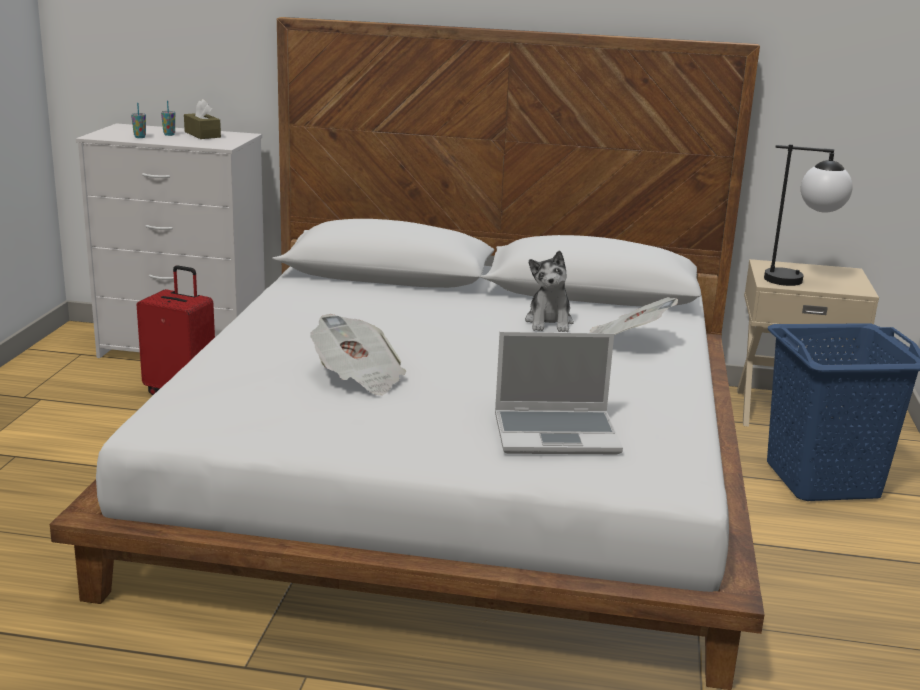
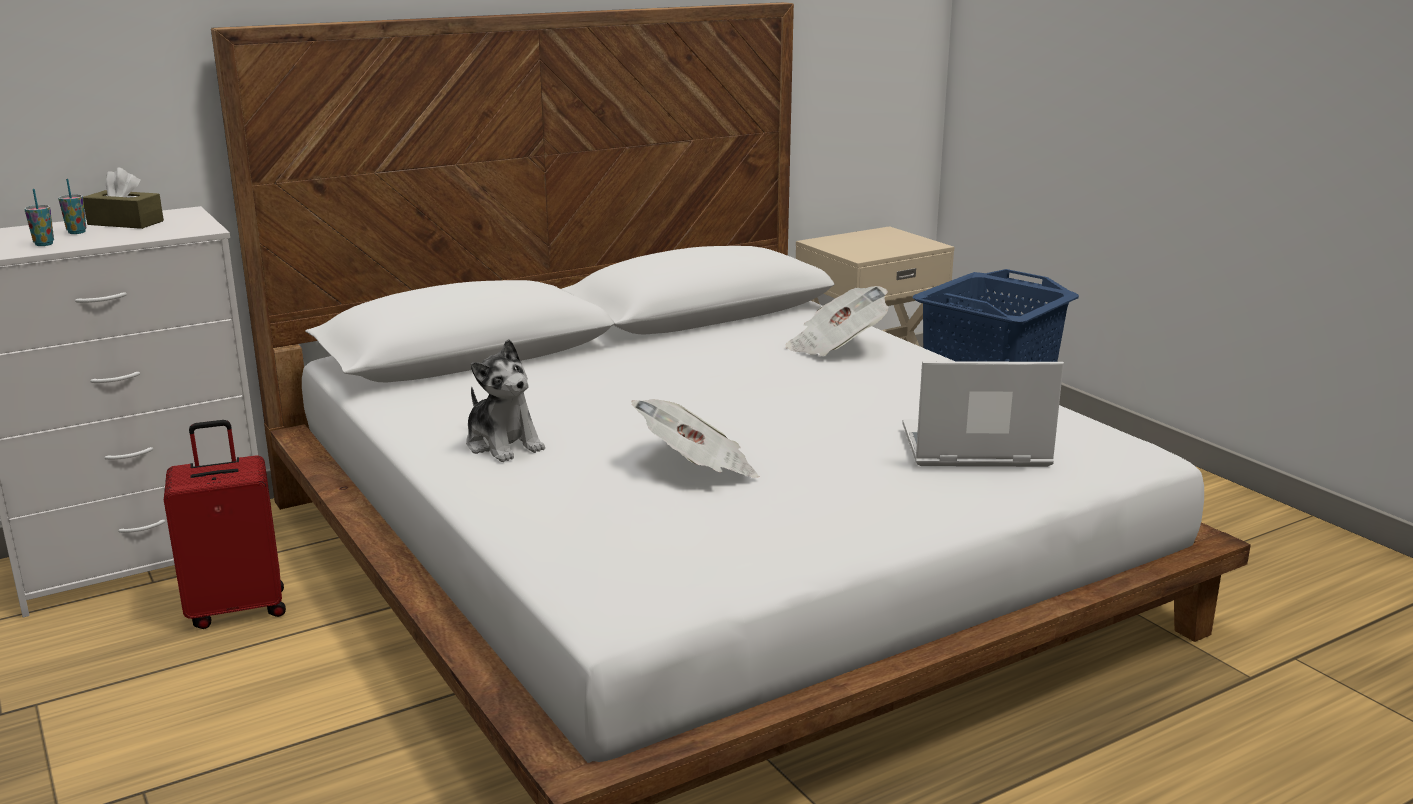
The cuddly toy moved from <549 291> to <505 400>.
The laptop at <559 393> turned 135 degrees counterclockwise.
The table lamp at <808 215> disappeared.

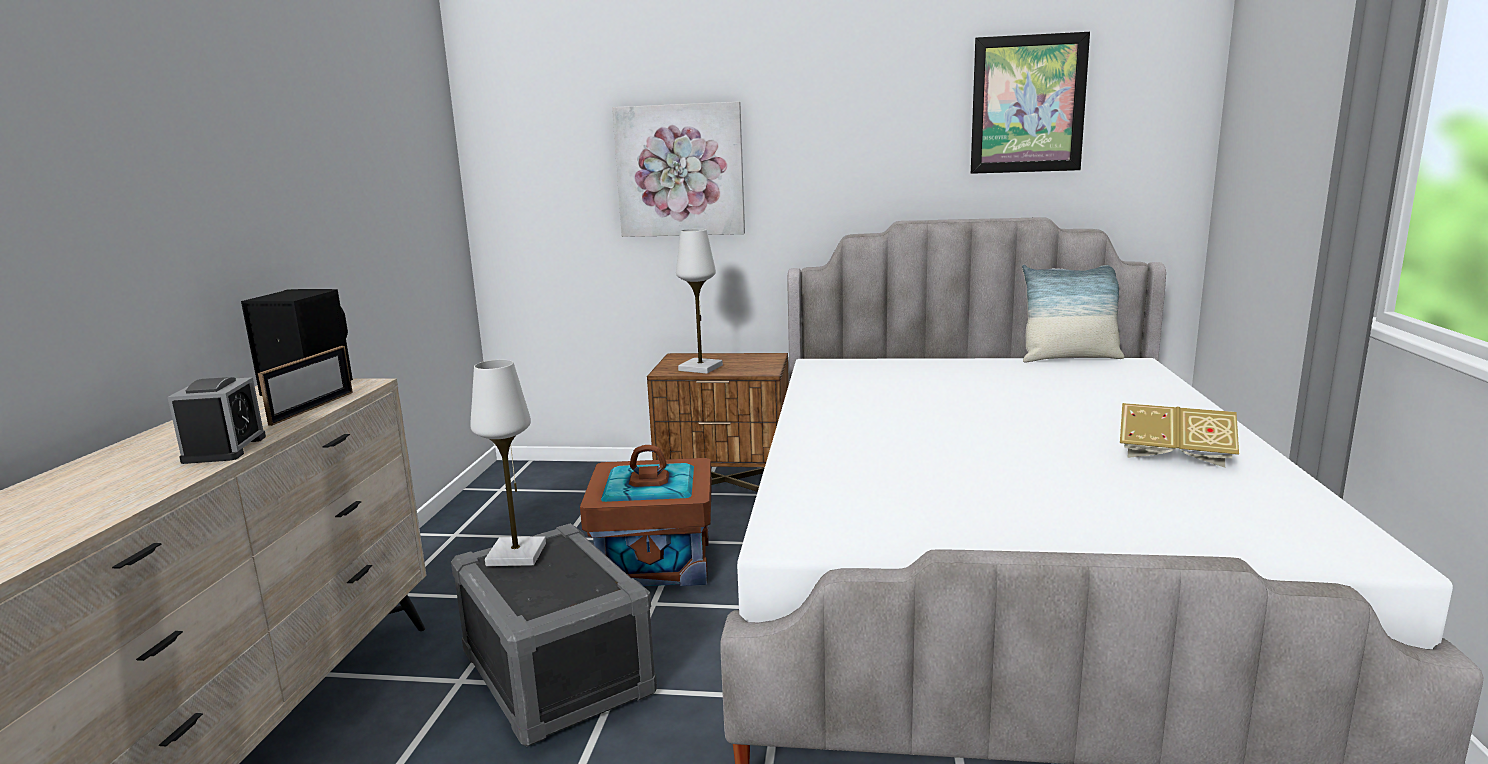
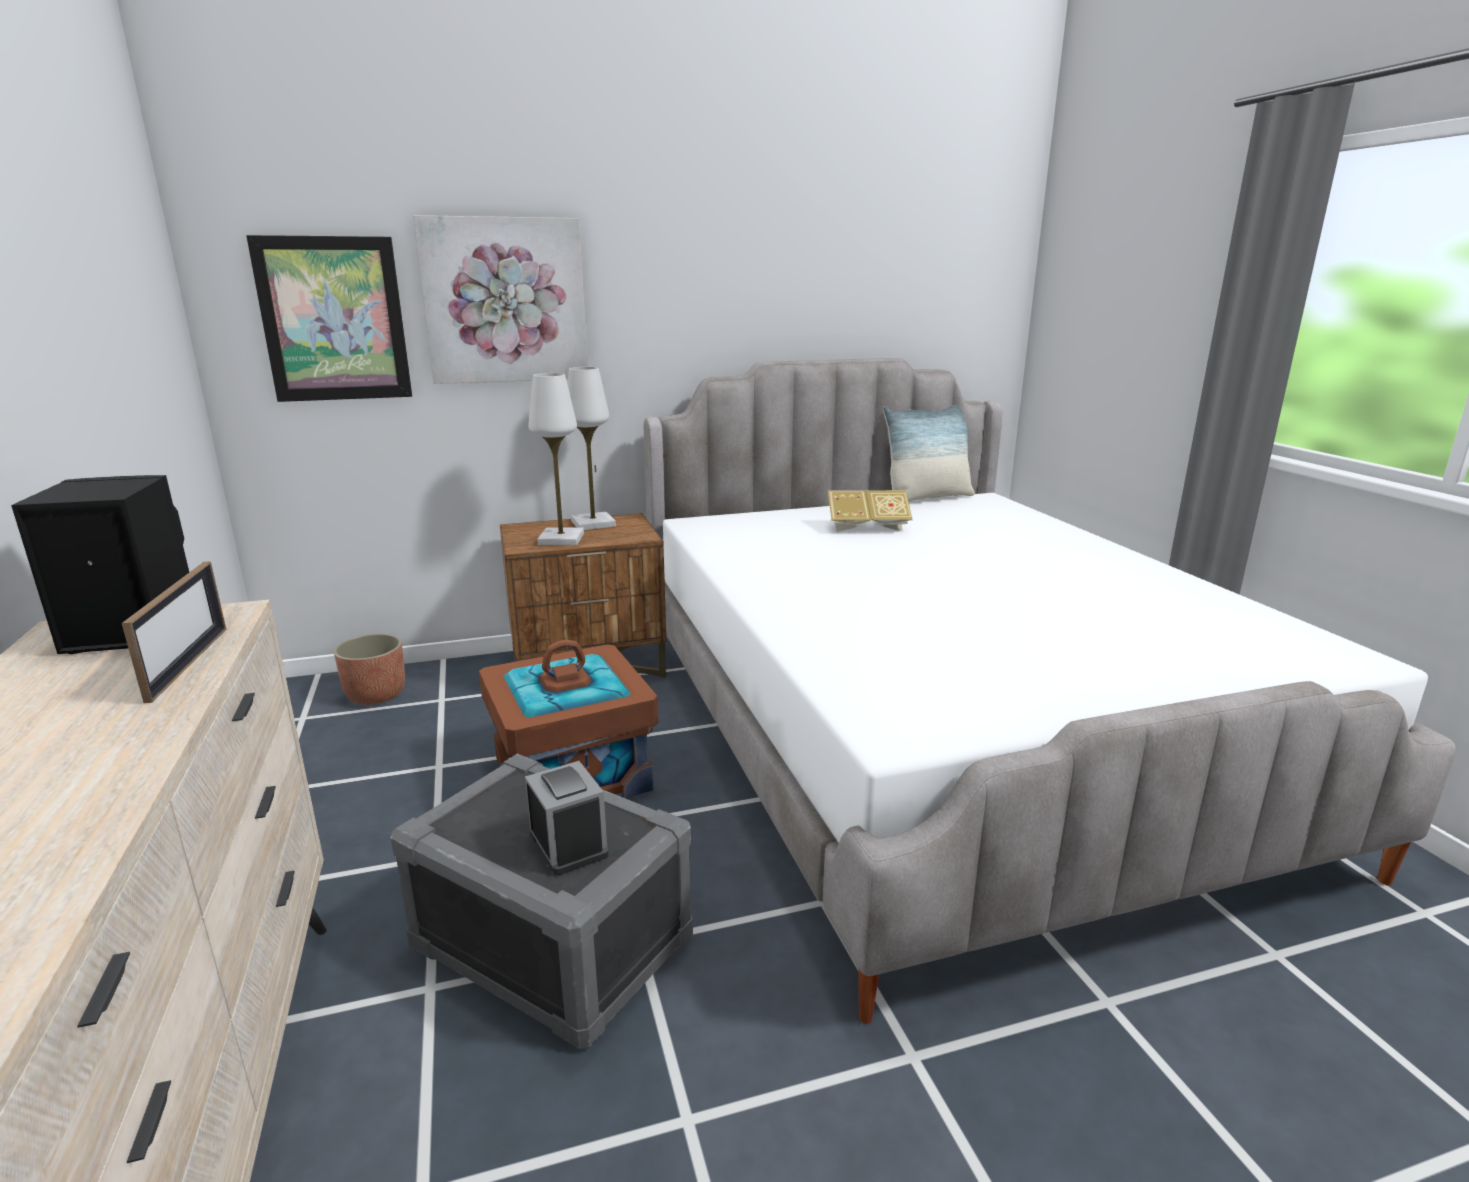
The wall art moved from <1030 103> to <329 318>.
The flower pot at <369 669> appeared.
The table clock moved from <216 420> to <567 818>.
The table lamp/whitish moved from <508 463> to <591 448>.
The book moved from <1179 435> to <870 511>.

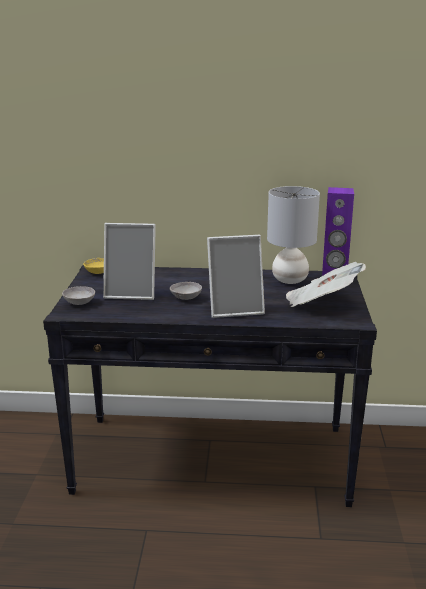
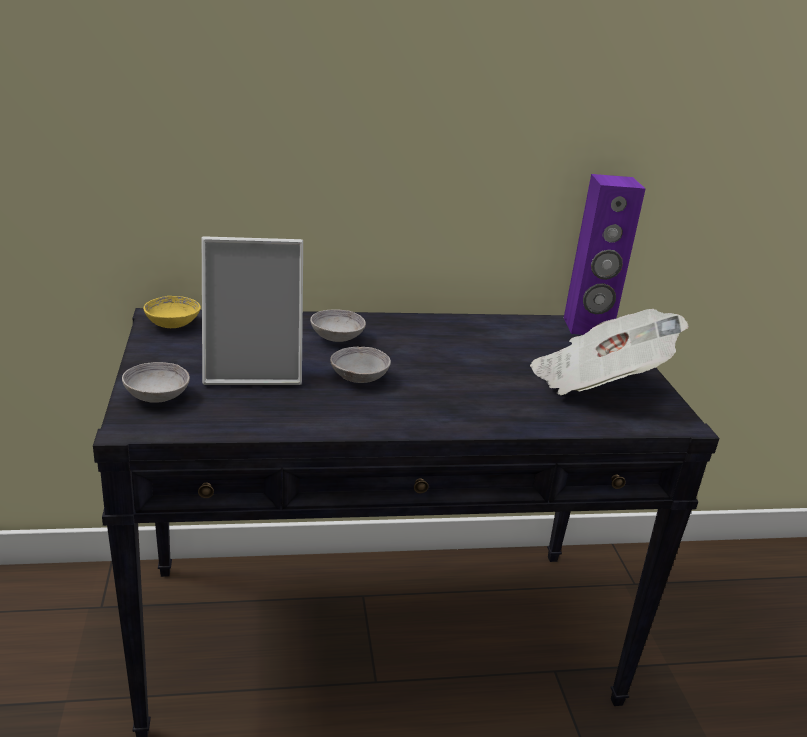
The serving bowl/grey at <338 326> appeared.
The standing frame at <236 276> disappeared.
The table lamp/grey at <293 235> disappeared.

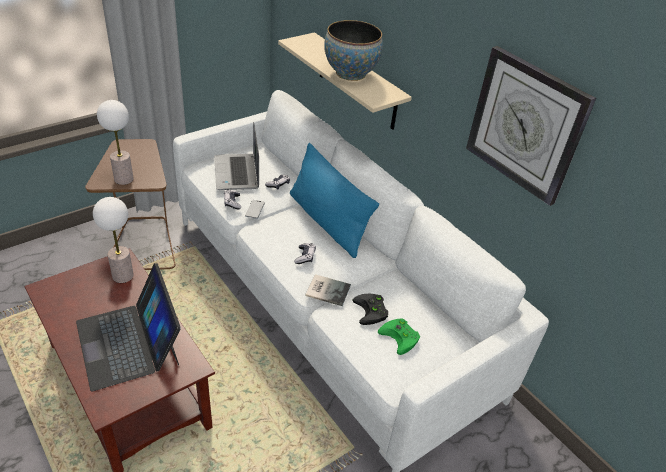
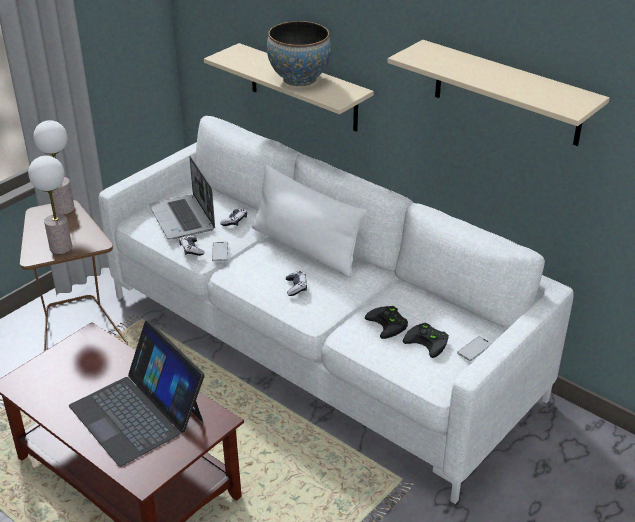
The table lamp moved from <113 240> to <53 167>.
The cushion/blue at <334 200> became the cushion/whitish at <309 221>.
The wall clock at <531 126> was replaced by the wall shelf/sand-coloured at <499 93>.
The game controller/green at <399 336> became the game controller/blackish at <426 340>.
The telephone at <474 348> appeared.
The book at <328 290> disappeared.

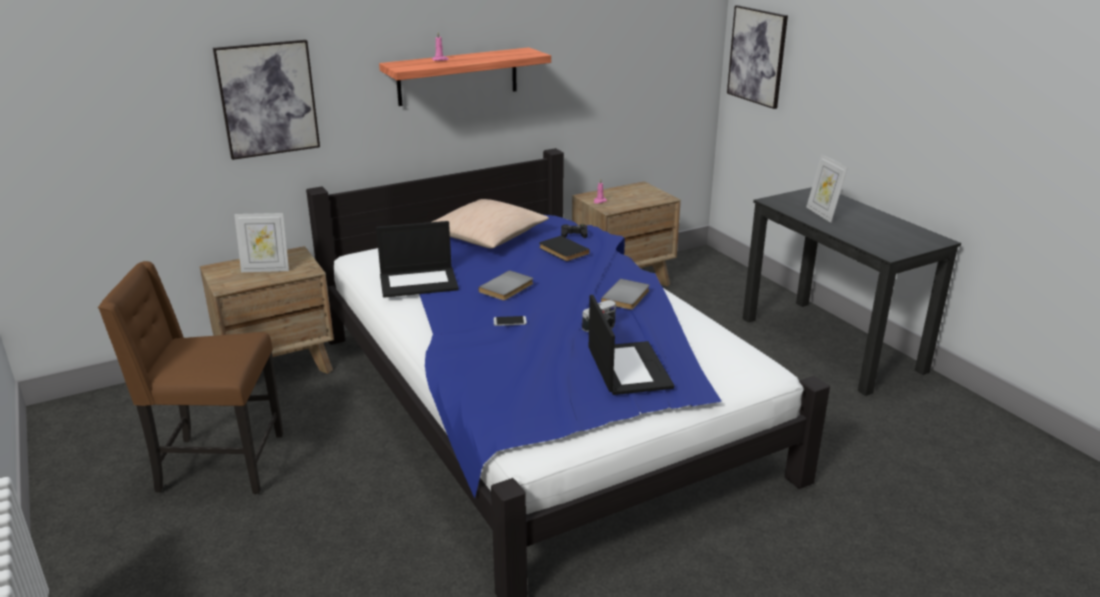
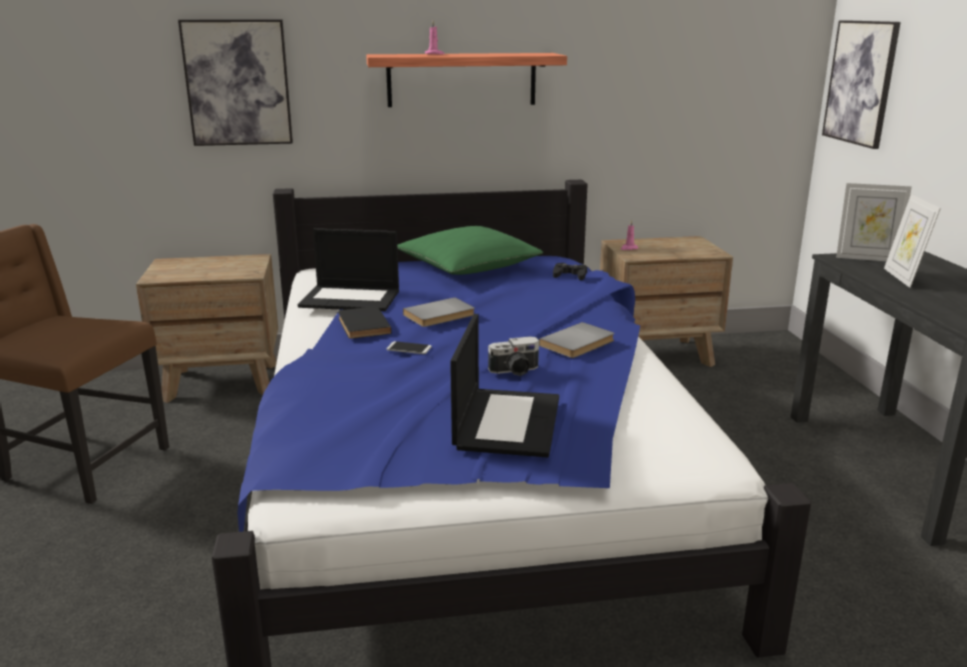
The book/blackish moved from <564 248> to <365 322>.
The cushion/sand-coloured at <490 224> became the cushion/green at <470 250>.
The standing frame moved from <261 242> to <874 222>.

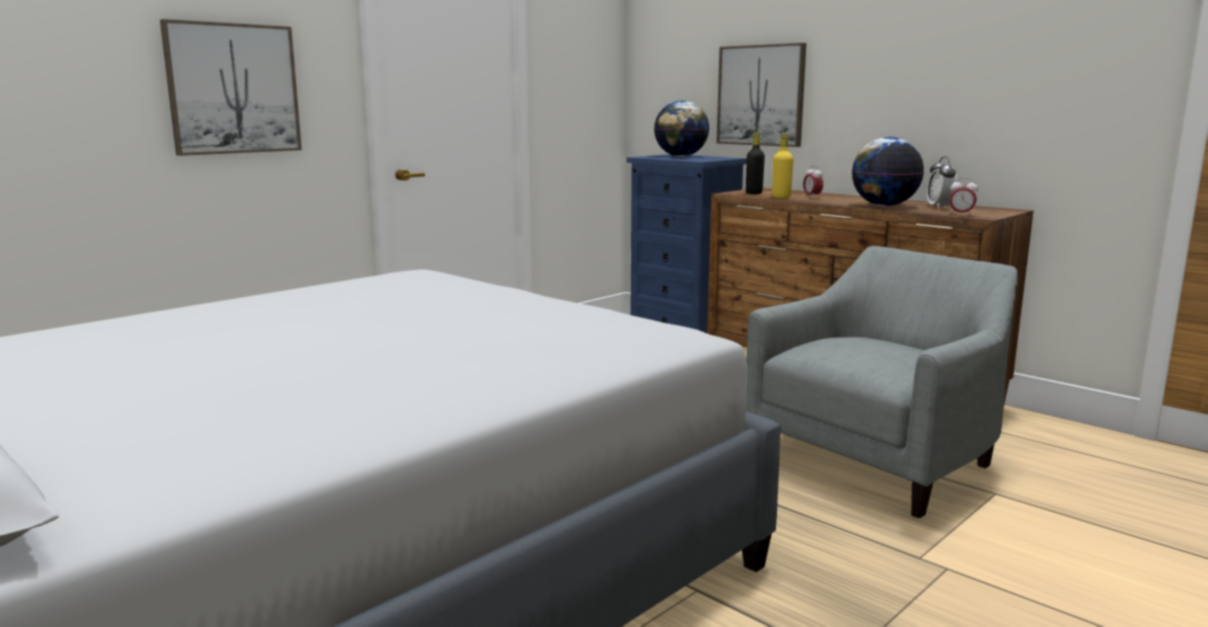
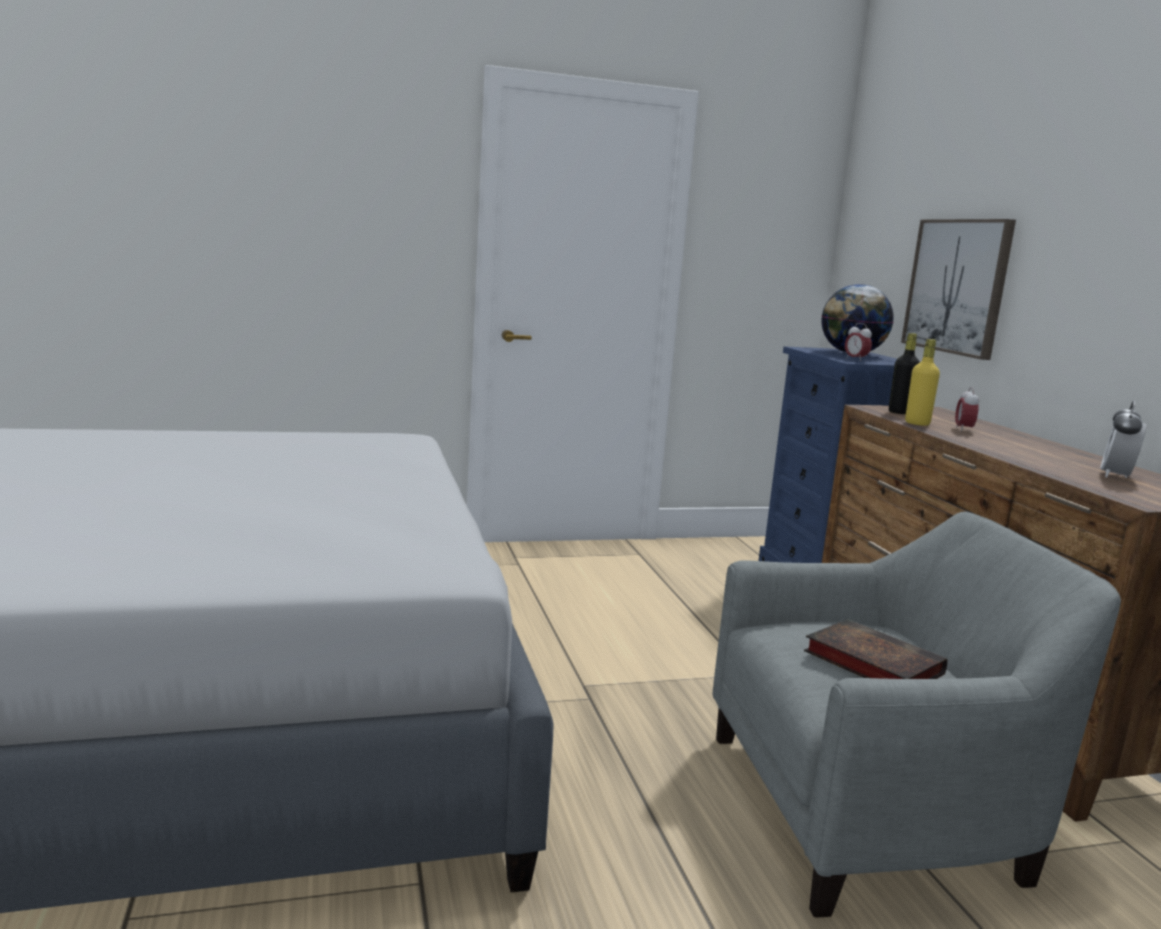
The book at <875 649> appeared.
The table clock moved from <964 197> to <858 342>.
The wall art at <231 87> disappeared.
The desk globe at <888 171> disappeared.

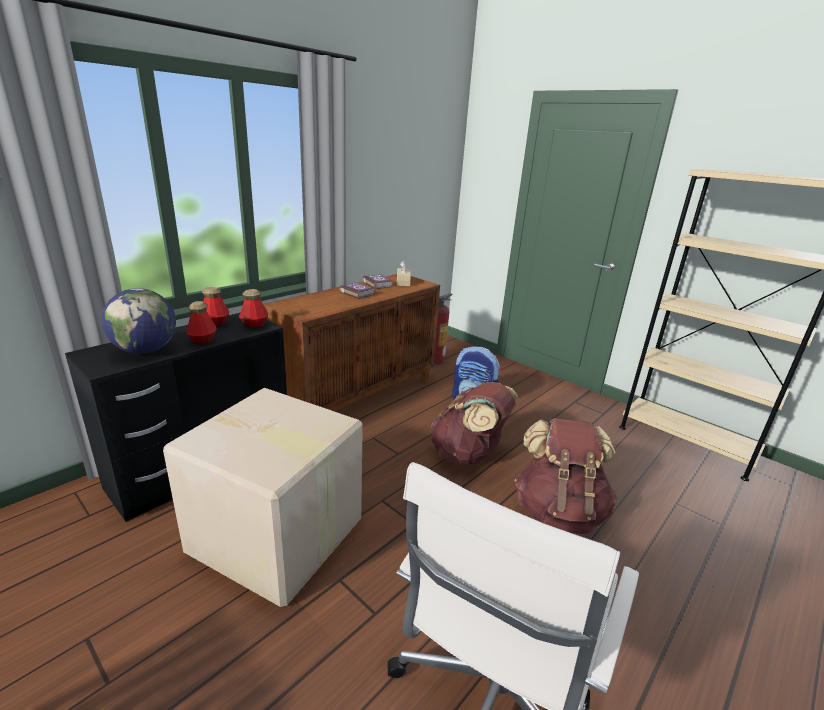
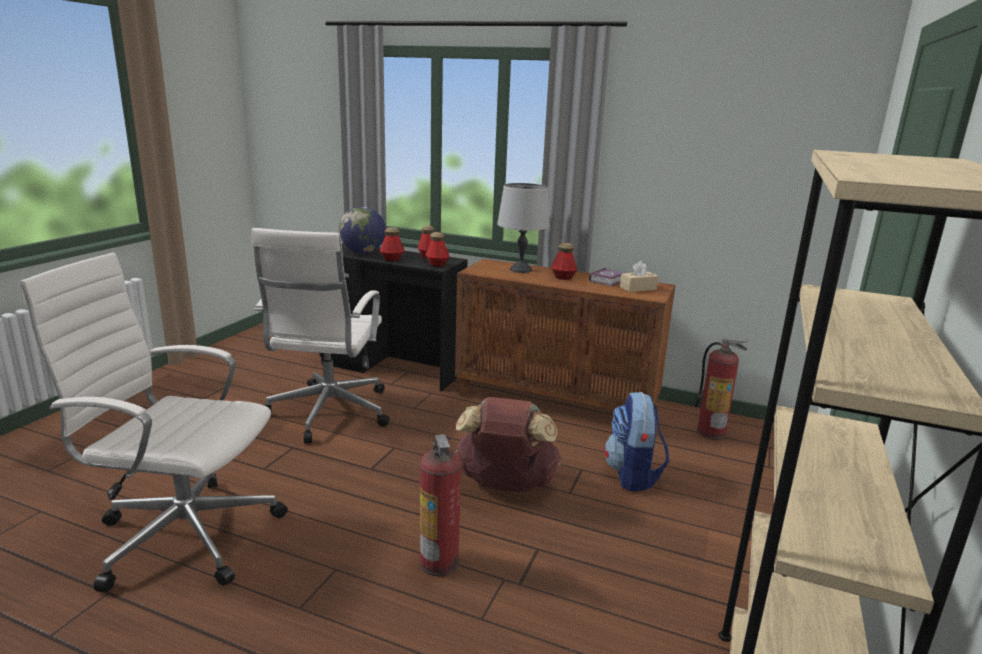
The carton at <263 497> was replaced by the computer chair/whitish at <321 335>.
The backpack/brown-coloured at <565 476> was replaced by the fire extinguisher at <440 505>.
The table lamp/grey at <523 228> appeared.
The book at <357 290> was replaced by the drink bottle at <564 261>.

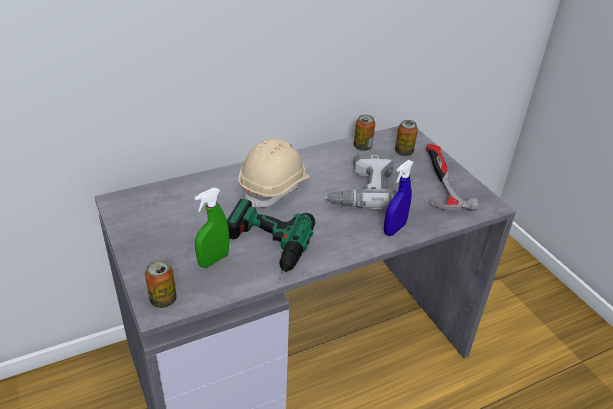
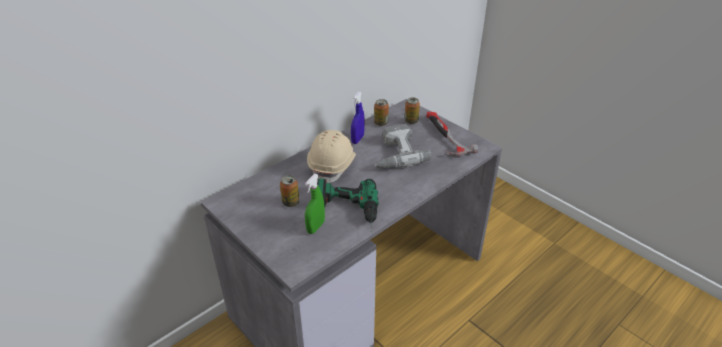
The can moved from <161 284> to <289 191>.
The hand sprayer/blue moved from <399 198> to <358 118>.

